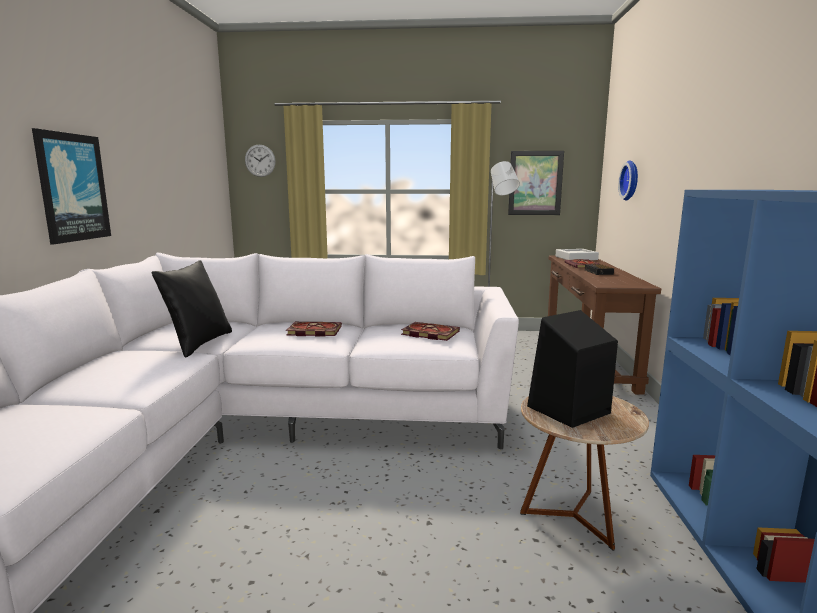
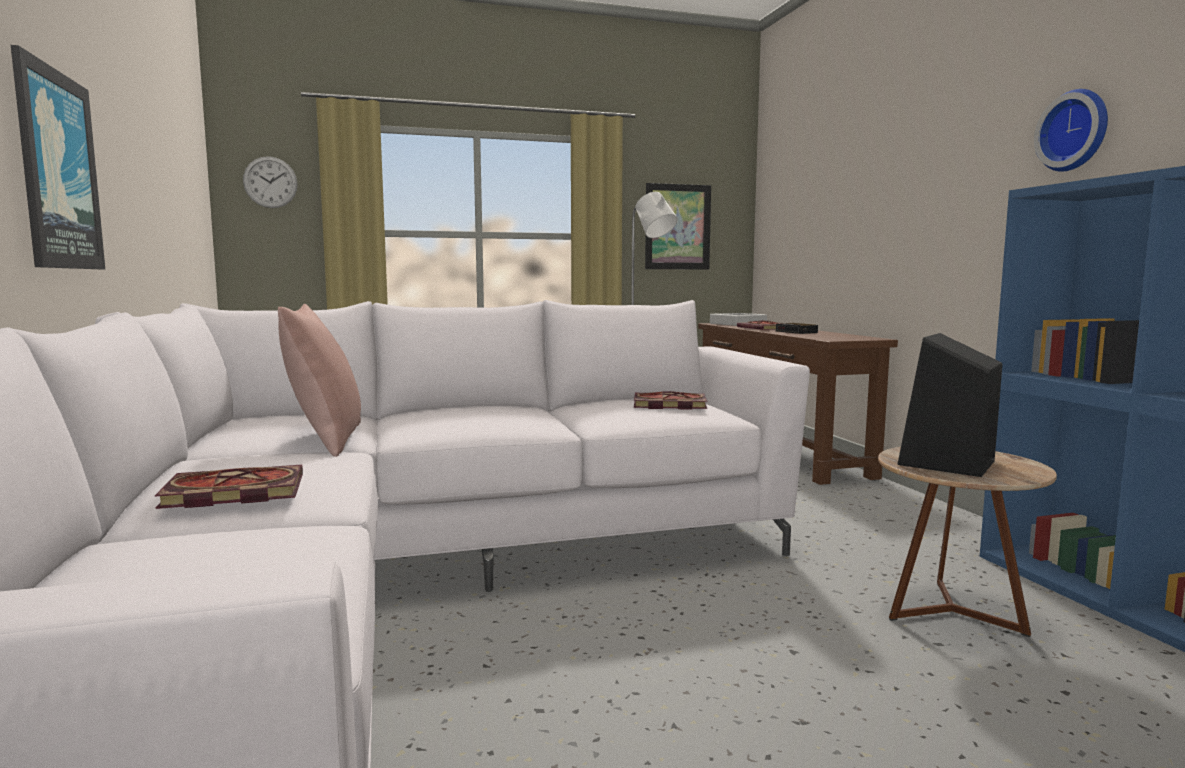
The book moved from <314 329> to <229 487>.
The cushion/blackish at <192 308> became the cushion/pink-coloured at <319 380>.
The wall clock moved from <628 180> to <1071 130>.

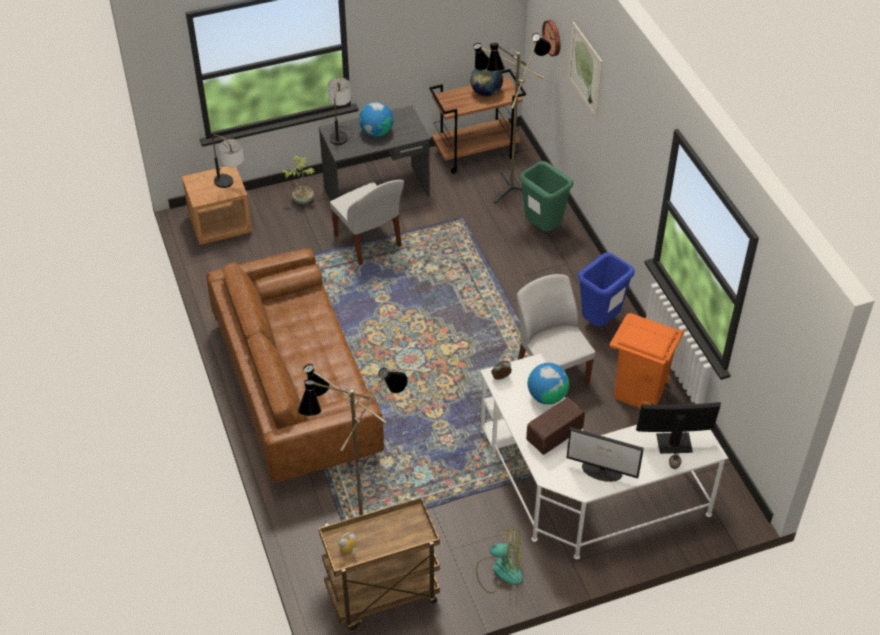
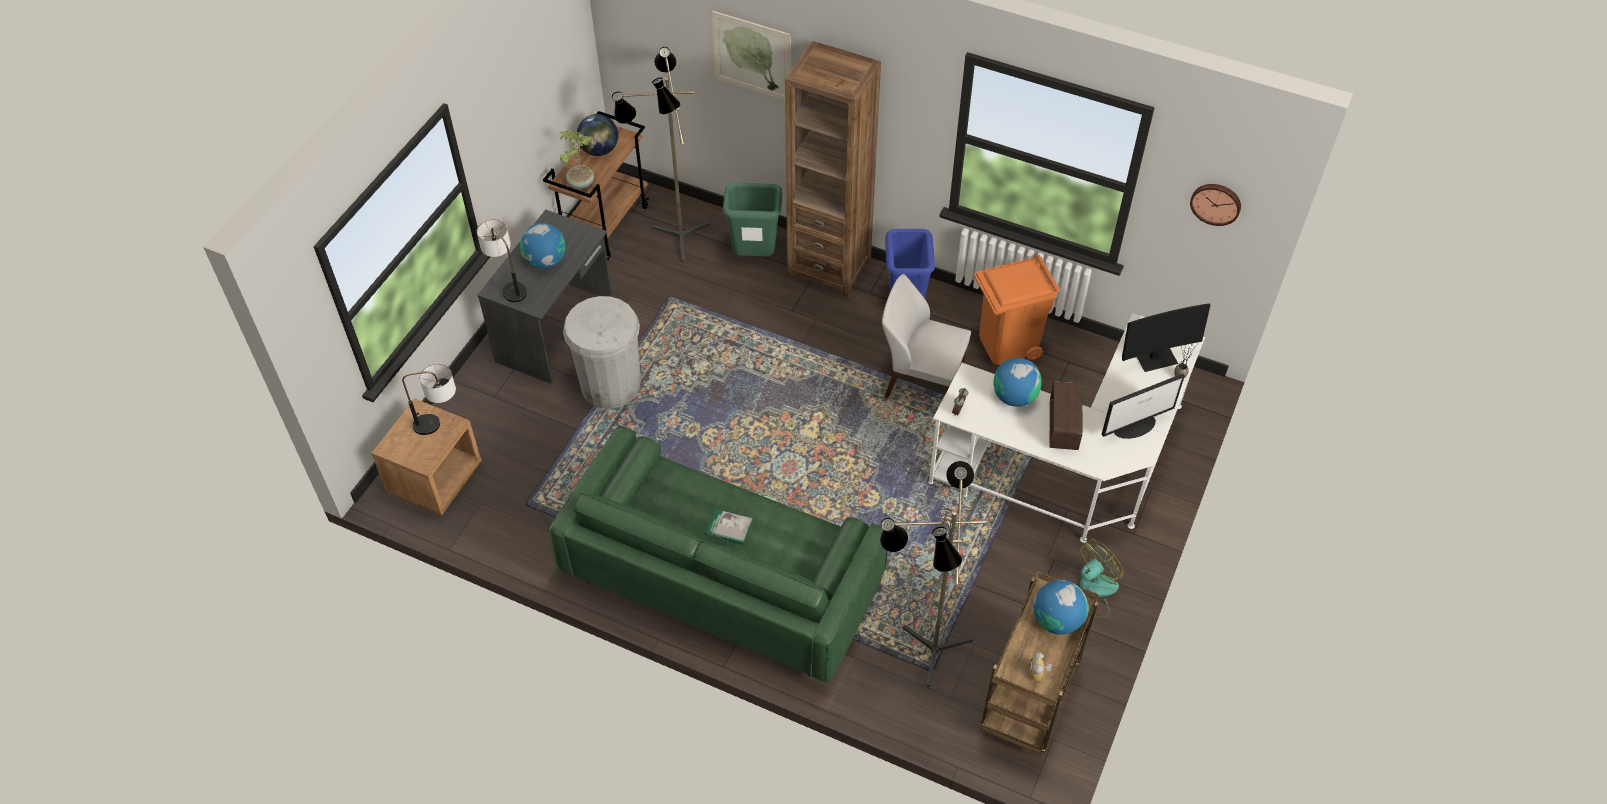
The settee/brown-coloured at <295 365> became the settee/green at <718 554>.
The potted plant moved from <298 180> to <577 159>.
The upright chair/whitish at <367 222> was replaced by the trash can/whitish at <602 352>.
The book at <729 527> appeared.
The shelving unit/brown-coloured at <833 169> appeared.
The desk globe at <1061 607> appeared.
The computer screen at <678 428> turned 150 degrees counterclockwise.
The wall clock moved from <551 38> to <1215 205>.

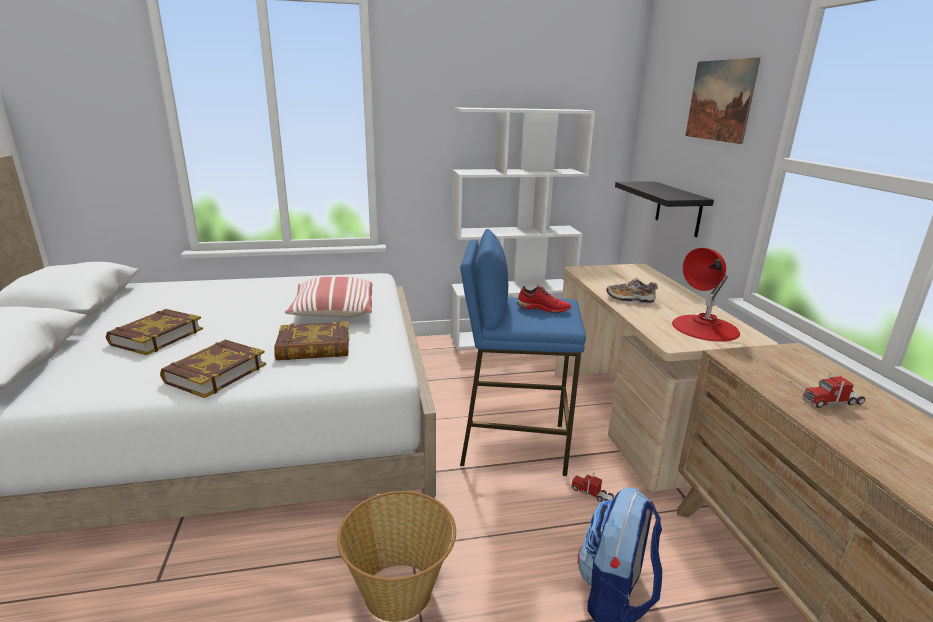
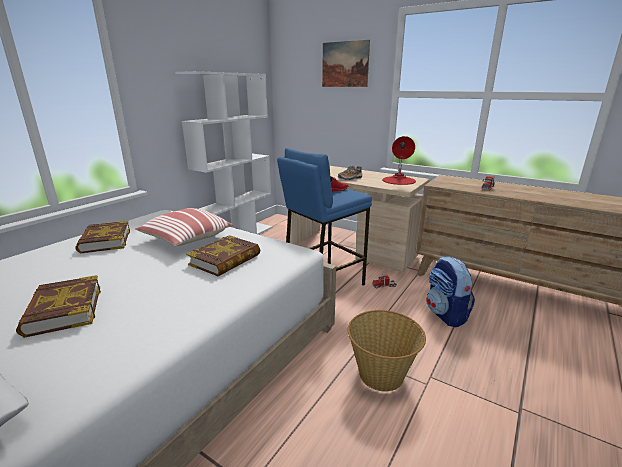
The book moved from <213 369> to <102 237>.
The wall shelf/blackish at <664 209> disappeared.

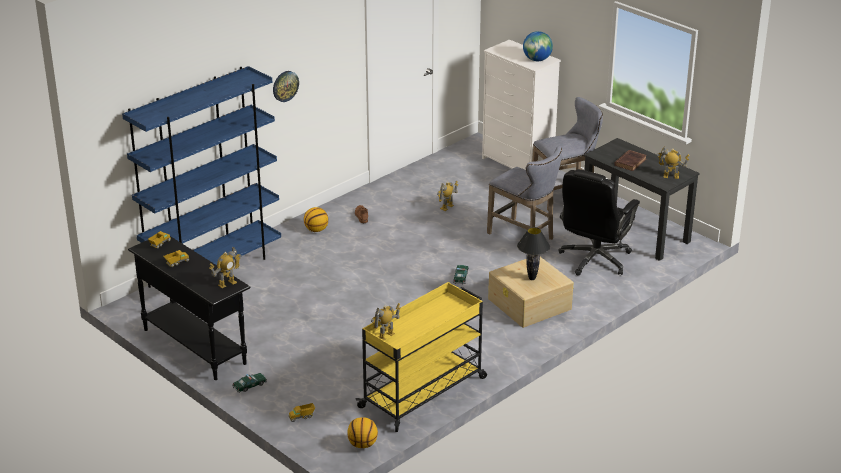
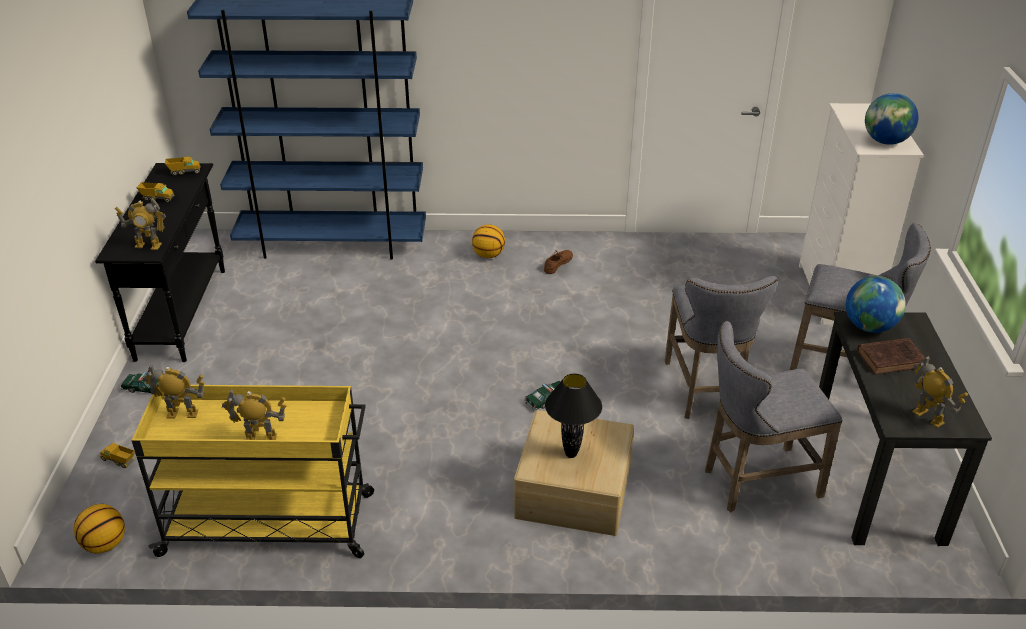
The robot figure moved from <447 195> to <254 415>.
The computer chair/blackish at <599 222> was replaced by the sitting stool/grey at <774 416>.
The desk globe at <876 304> appeared.
The wall clock at <286 86> disappeared.

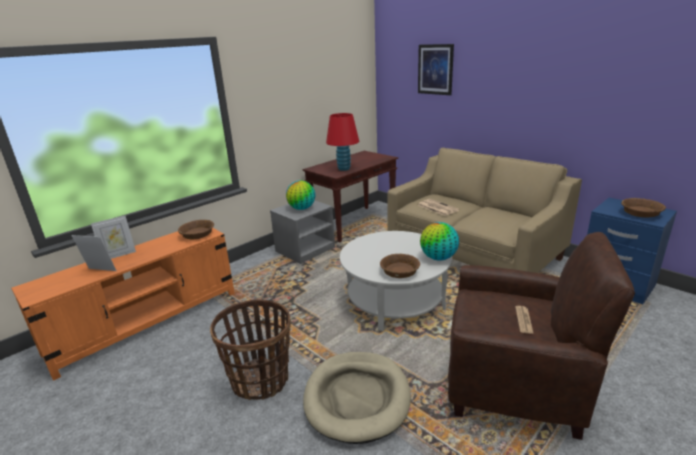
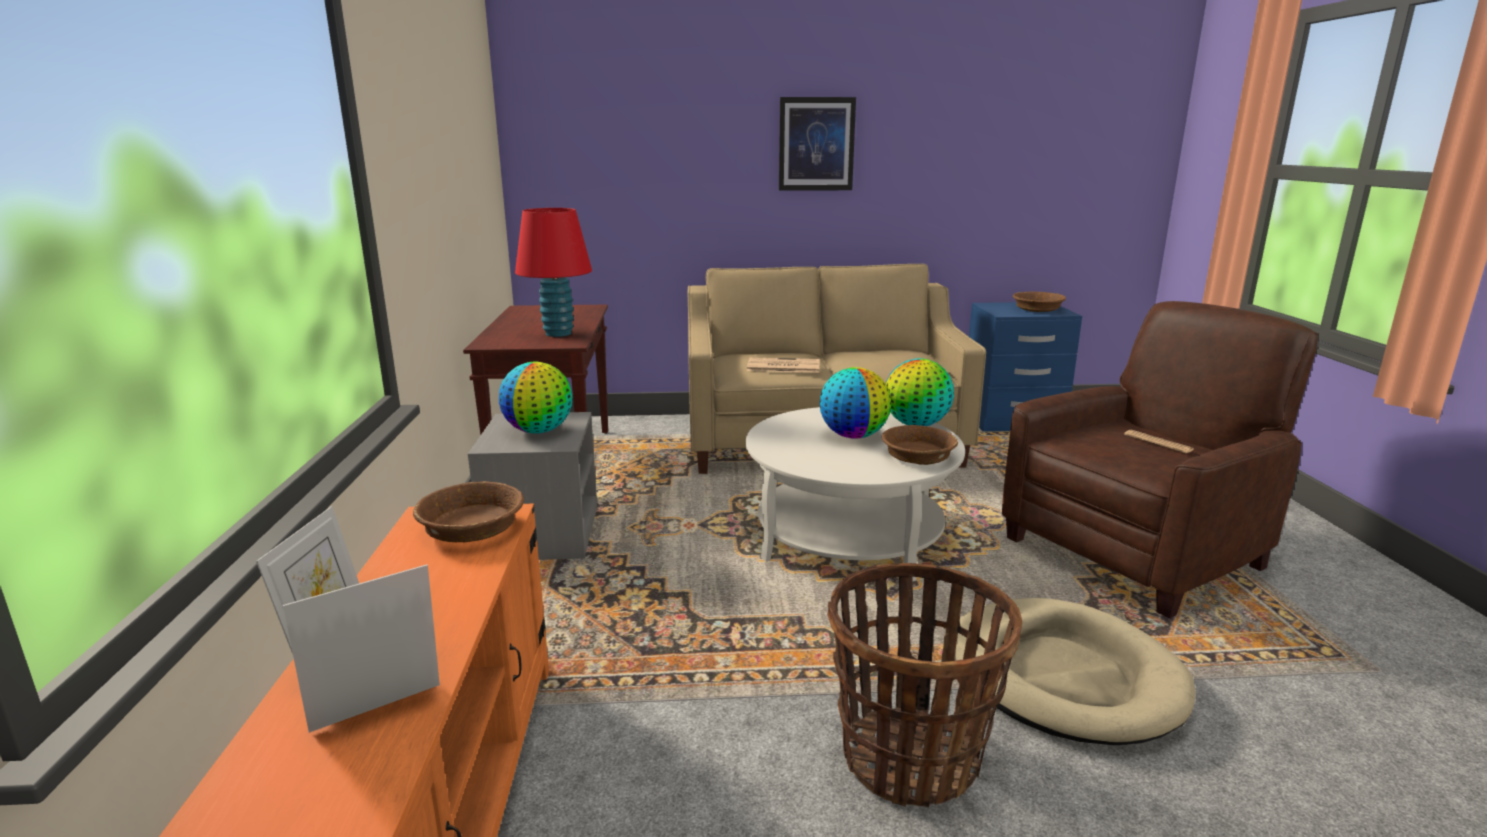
The wall art moved from <436 69> to <817 144>.
The desk globe at <855 403> appeared.

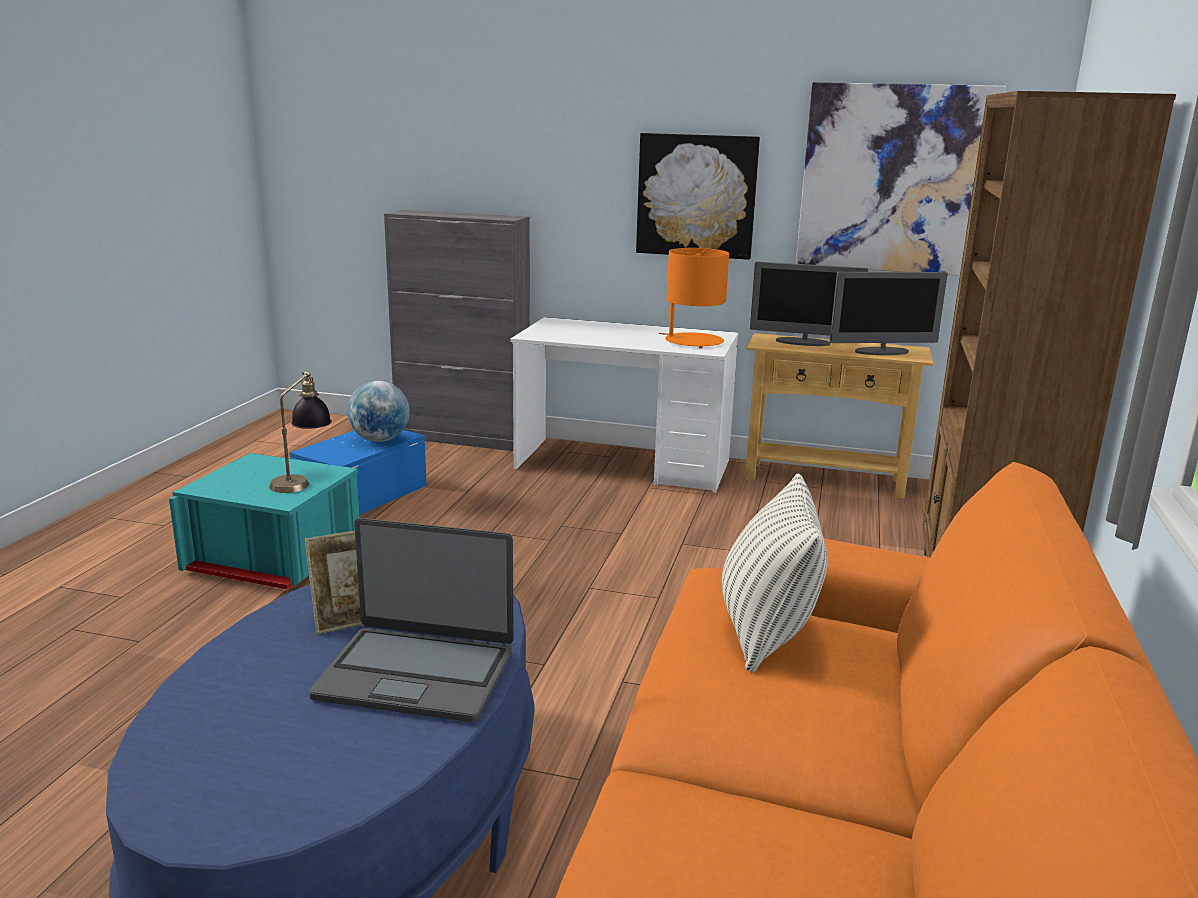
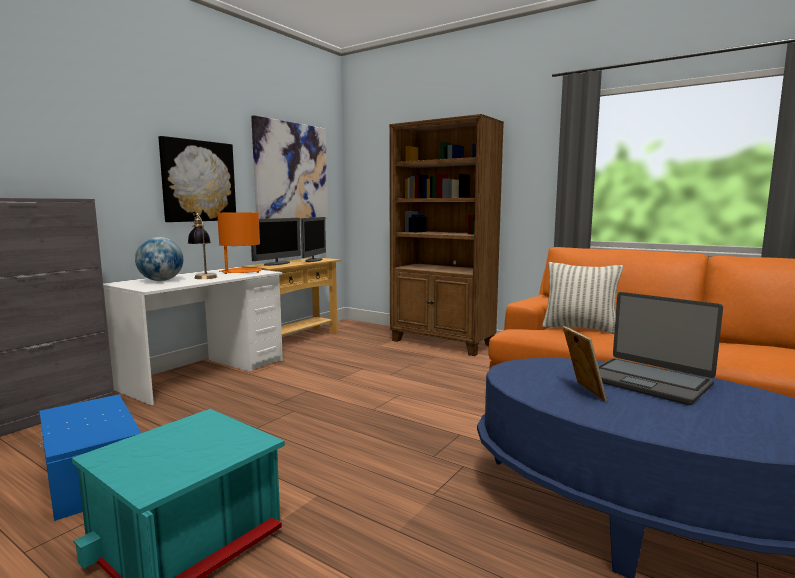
The desk globe moved from <378 411> to <159 259>.
The table lamp moved from <300 432> to <202 246>.
The laptop at <411 620> turned 105 degrees clockwise.

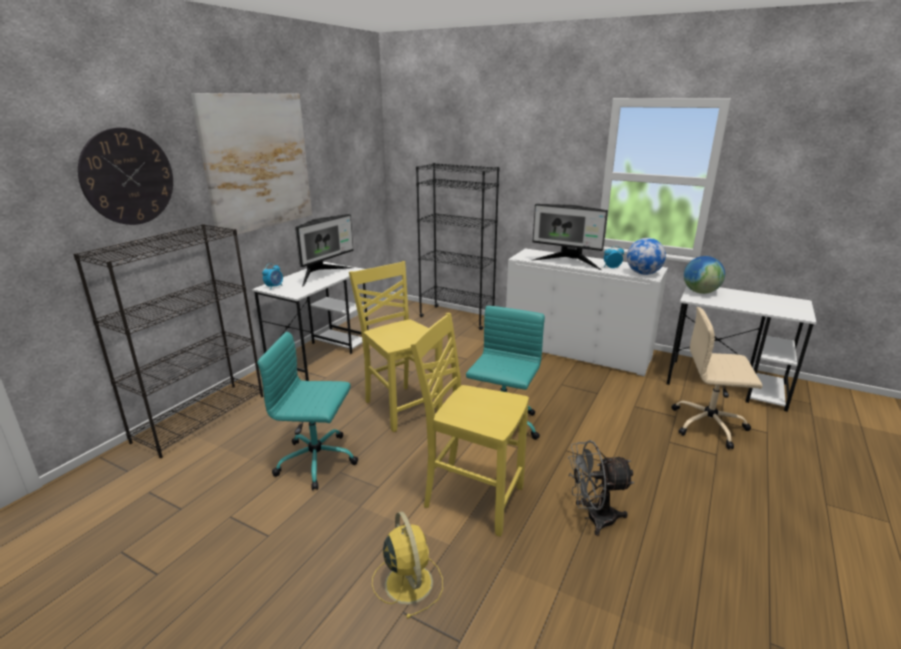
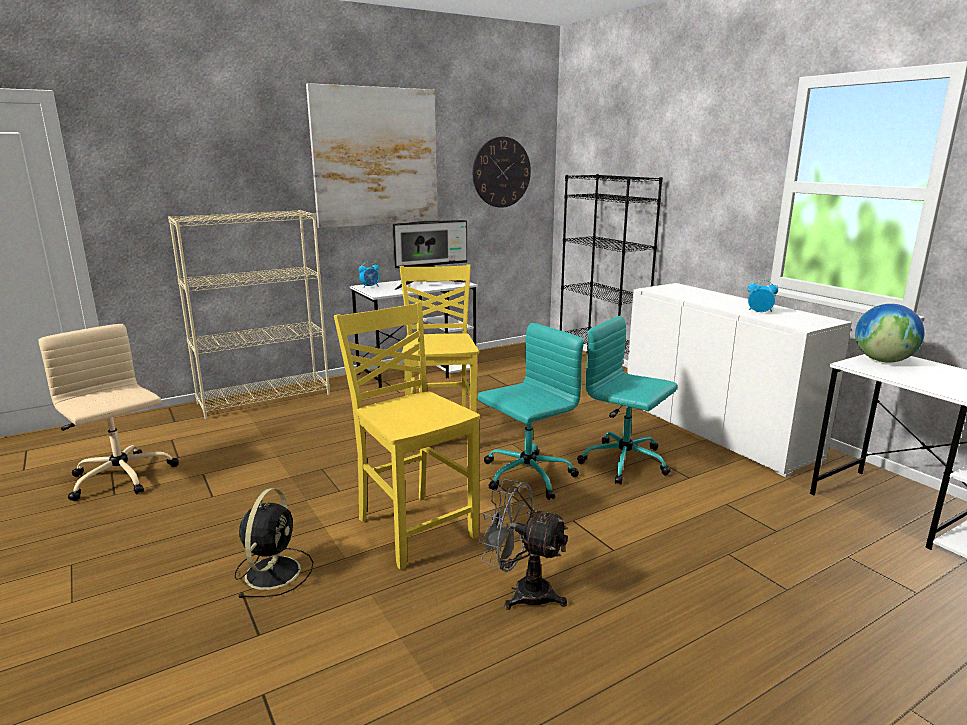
The computer chair/sand-coloured moved from <717 378> to <108 412>.
The shelving unit/blackish at <168 341> became the shelving unit/sand-coloured at <249 314>.
The cooling fan/yellowish at <407 564> became the cooling fan/blackish at <274 543>.
The wall clock moved from <125 176> to <502 172>.
The computer chair/turquoise-coloured moved from <307 410> to <627 400>.
The computer screen at <569 237> disappeared.
The desk globe at <646 256> disappeared.

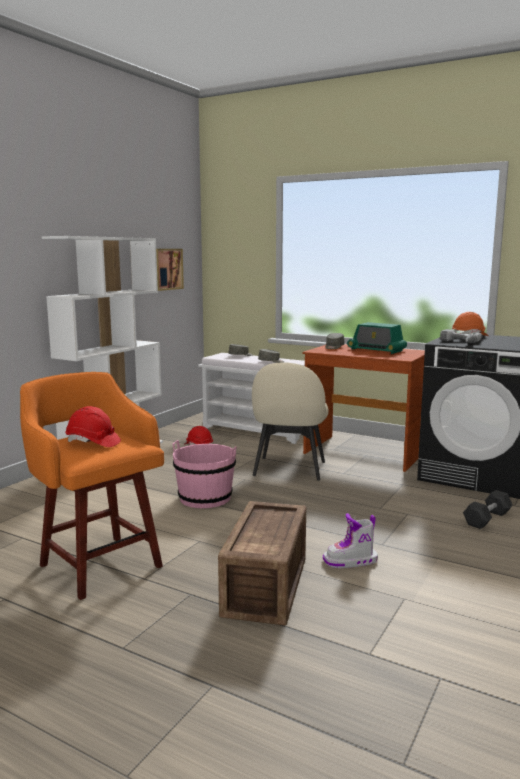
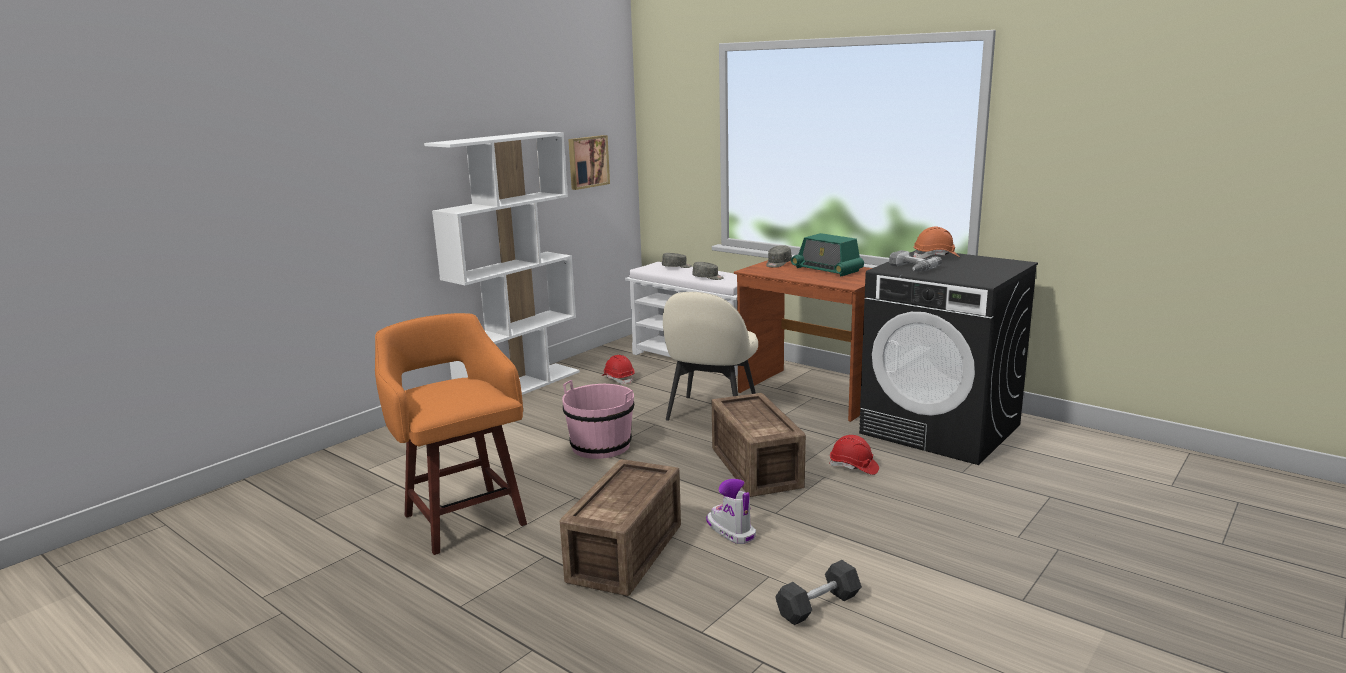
The tall boot at <350 540> turned 60 degrees clockwise.
The shipping crate at <759 445> appeared.
The free weight/blackish moved from <488 509> to <818 592>.
The safety helmet/reddish moved from <93 426> to <854 455>.

